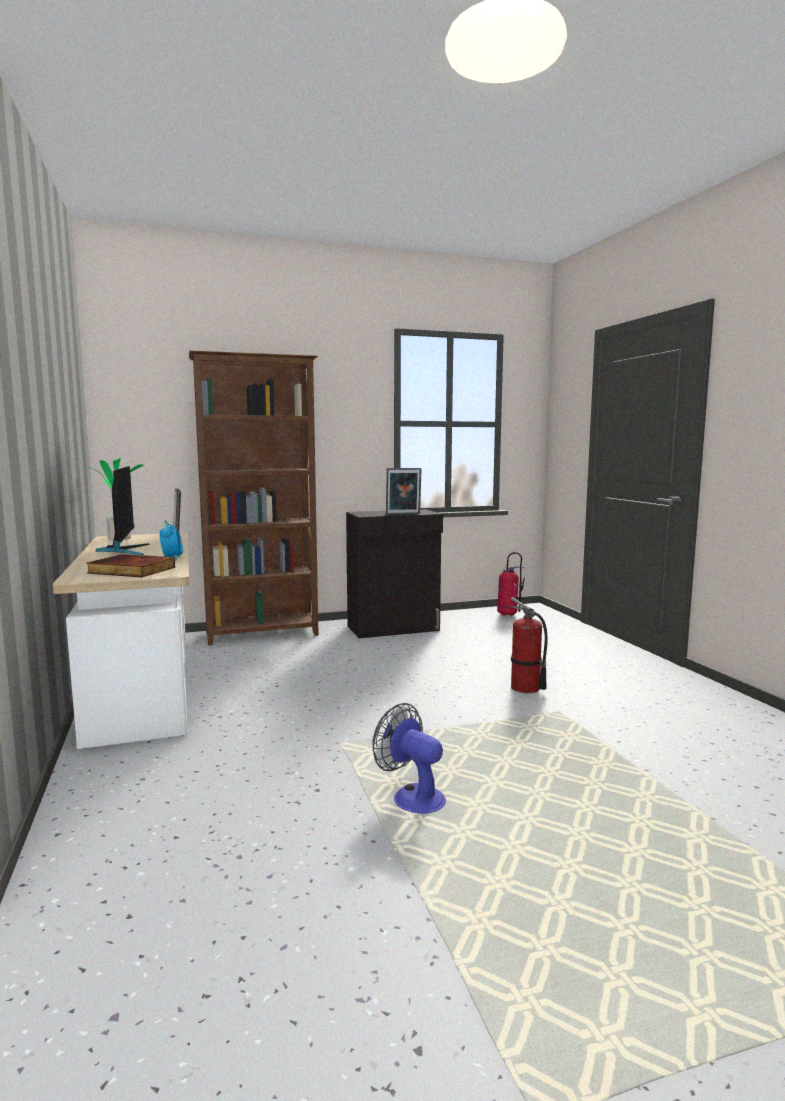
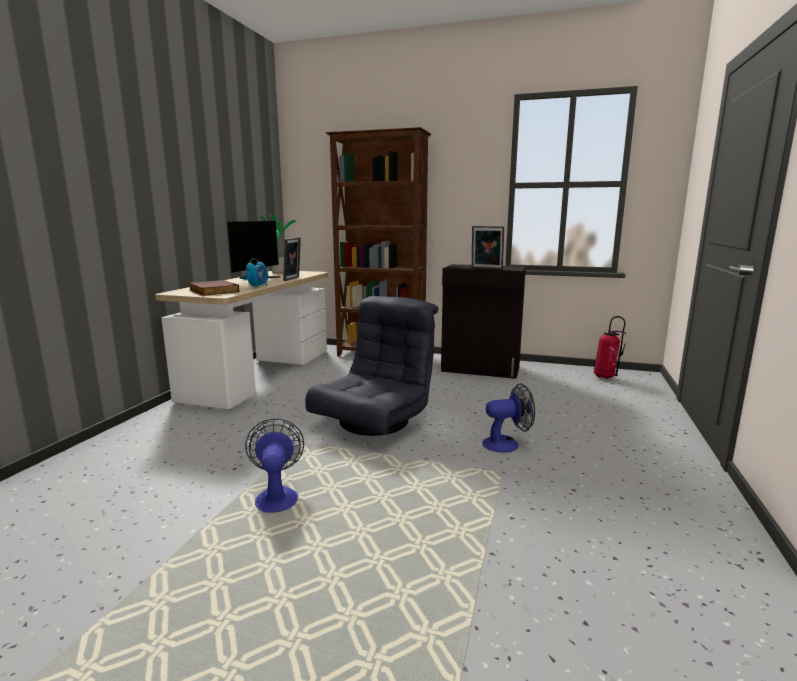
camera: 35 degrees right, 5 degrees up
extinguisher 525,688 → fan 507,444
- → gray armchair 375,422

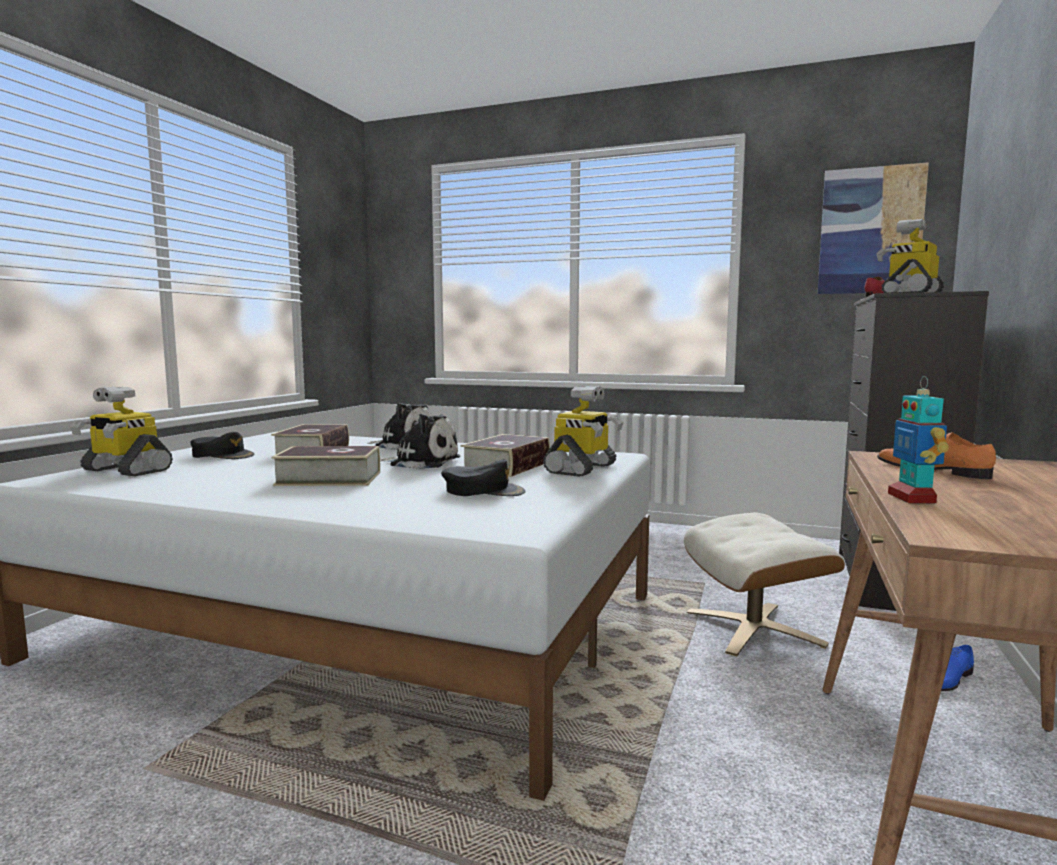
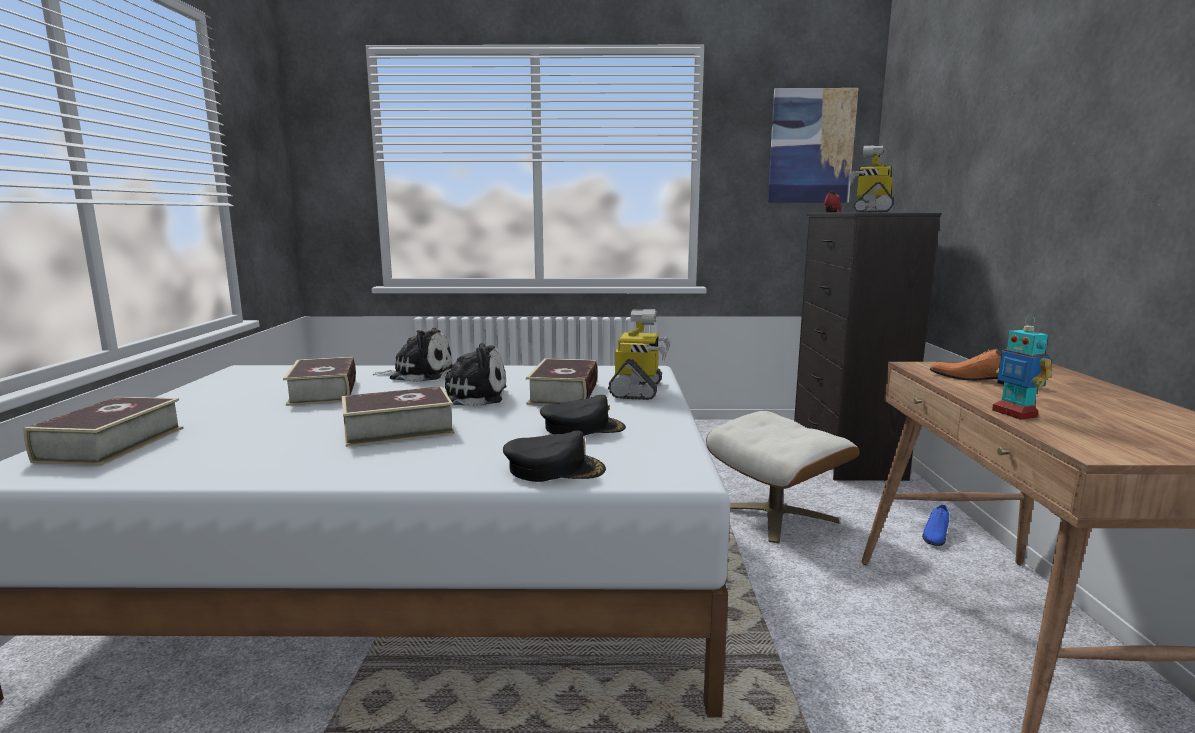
camera: 20 degrees left, 5 degrees up
model robot 125,470 → bound book 111,444
black-coloured cap 223,455 → black-coloured cap 554,468, relocated

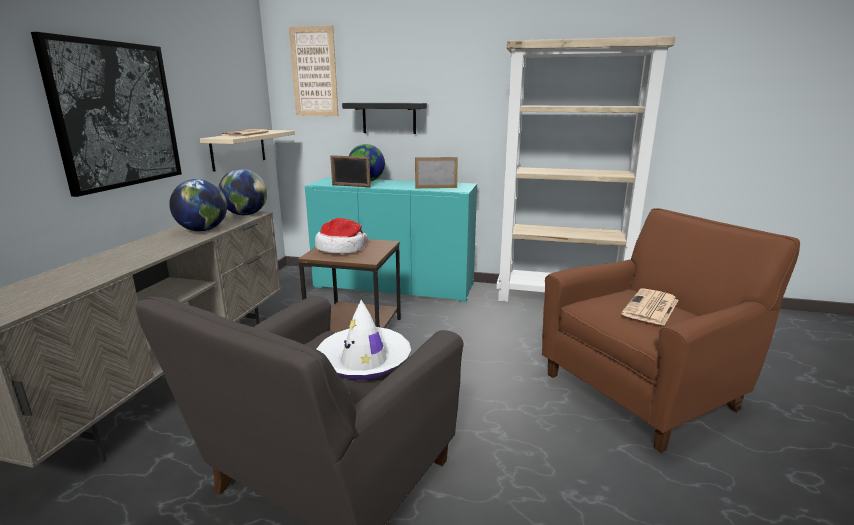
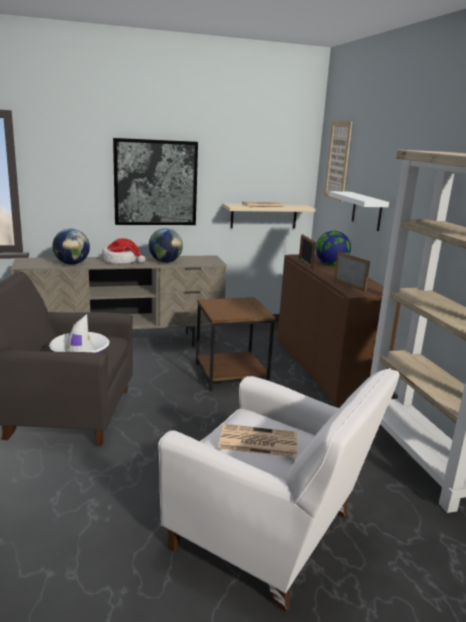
camera: 60 degrees right, 0 degrees up
globe 245,214 → globe 72,263, relocated
blue-green cupboard 394,286 → brown cupboard 324,368
hat 341,248 → hat 121,261, relocated
black-coloured shelf 389,118 → white shelf 367,211
brown armchair 644,388 → white armchair 272,534

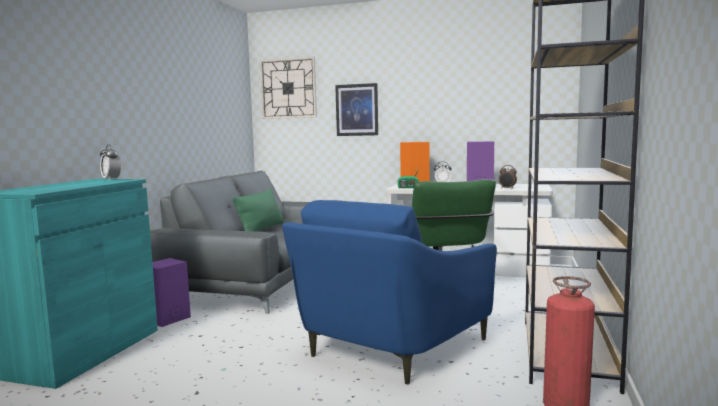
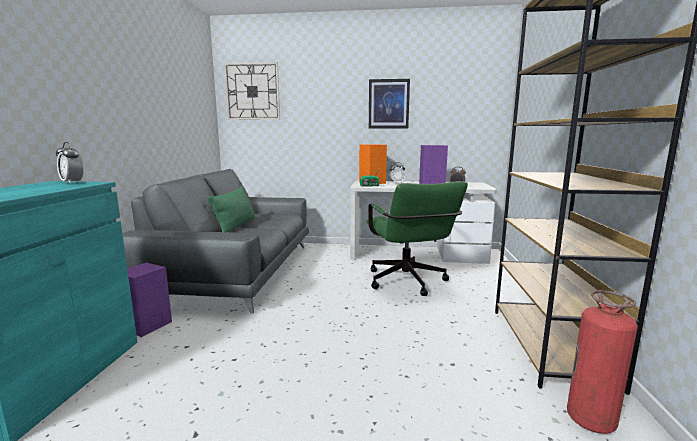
camera: 10 degrees left, 5 degrees up
bluish armchair 388,347 → -
wall art 357,110 → wall art 388,104, relocated

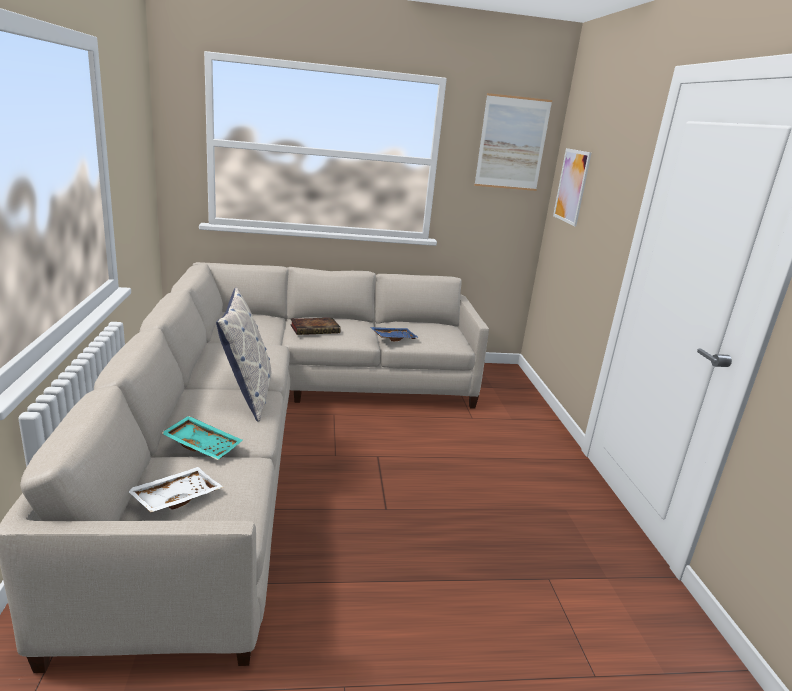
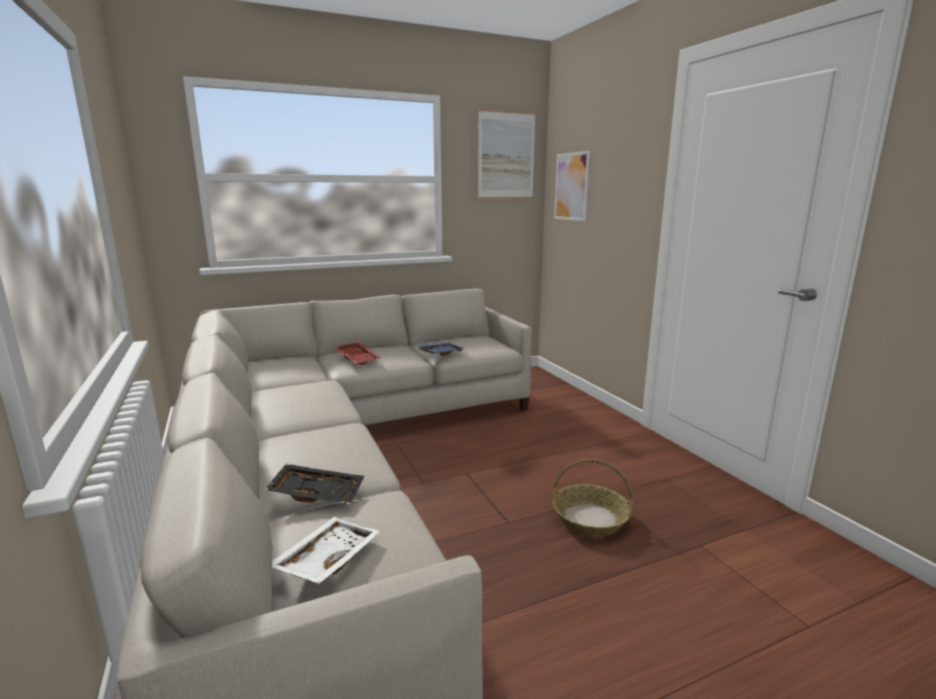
camera: 15 degrees left, 5 degrees down
blue-green tray 203,445 → black-coloured tray 318,493
pillow 247,396 → -
bound book 316,329 → red tray 358,359
- → household basket 591,518

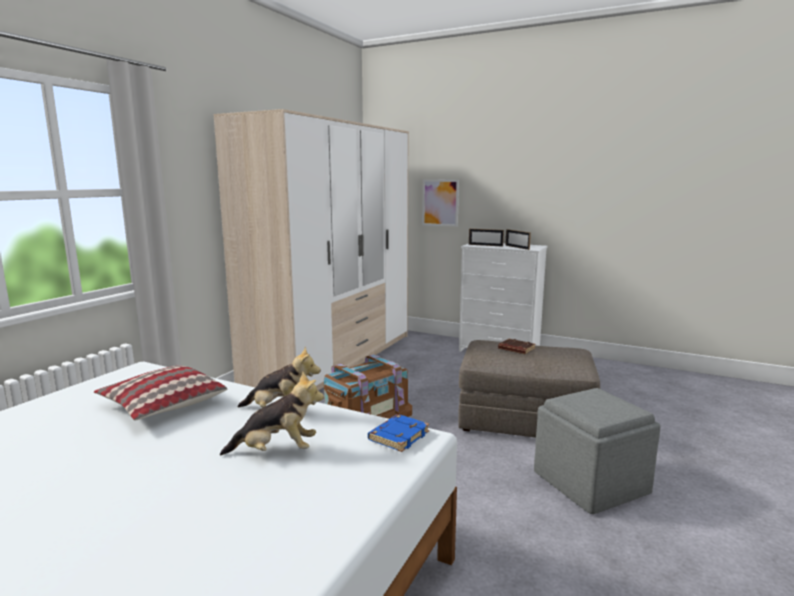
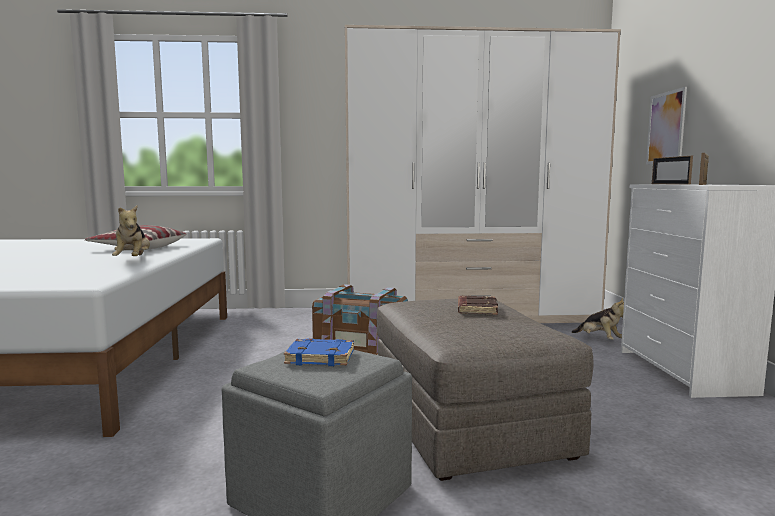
camera: 60 degrees right, 5 degrees down
cuddly toy 276,451 → cuddly toy 599,340, relocated
bluish bound book 398,436 → bluish bound book 321,357, relocated

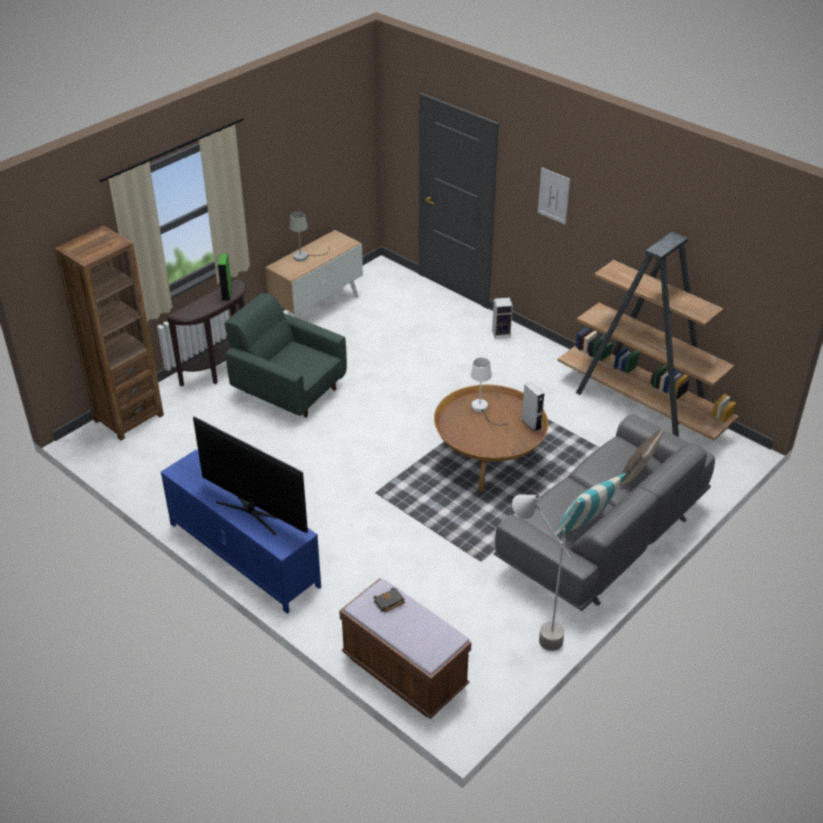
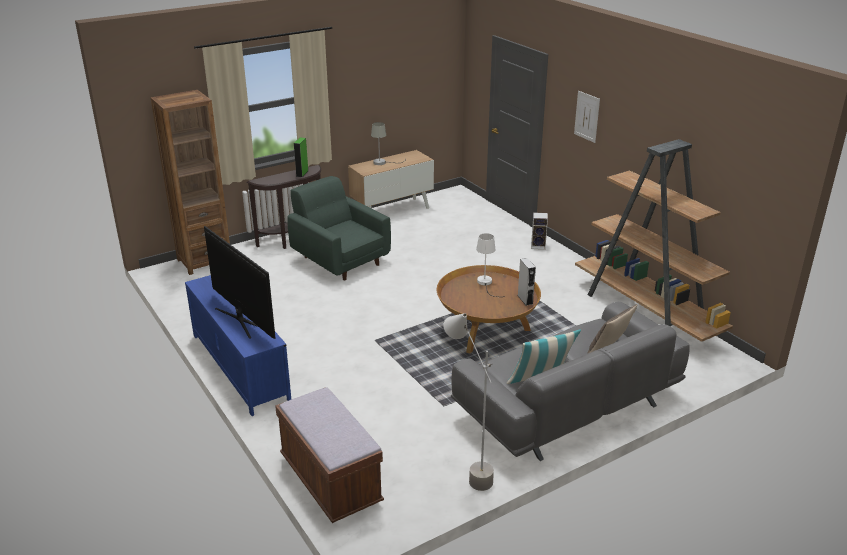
camera: 15 degrees right, 10 degrees down
black-coloured bound book 389,602 → -

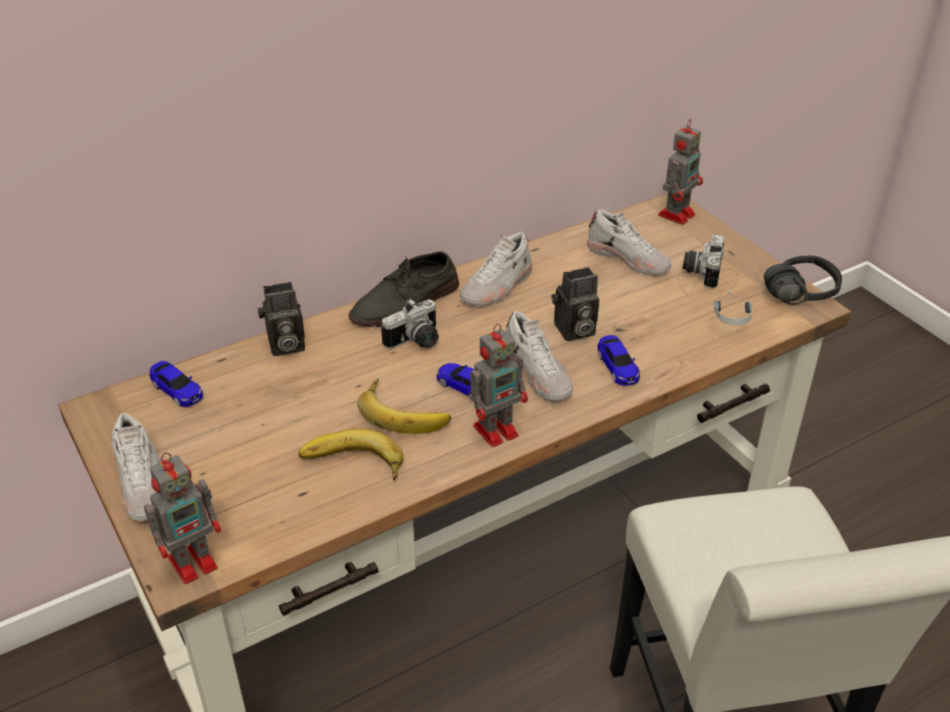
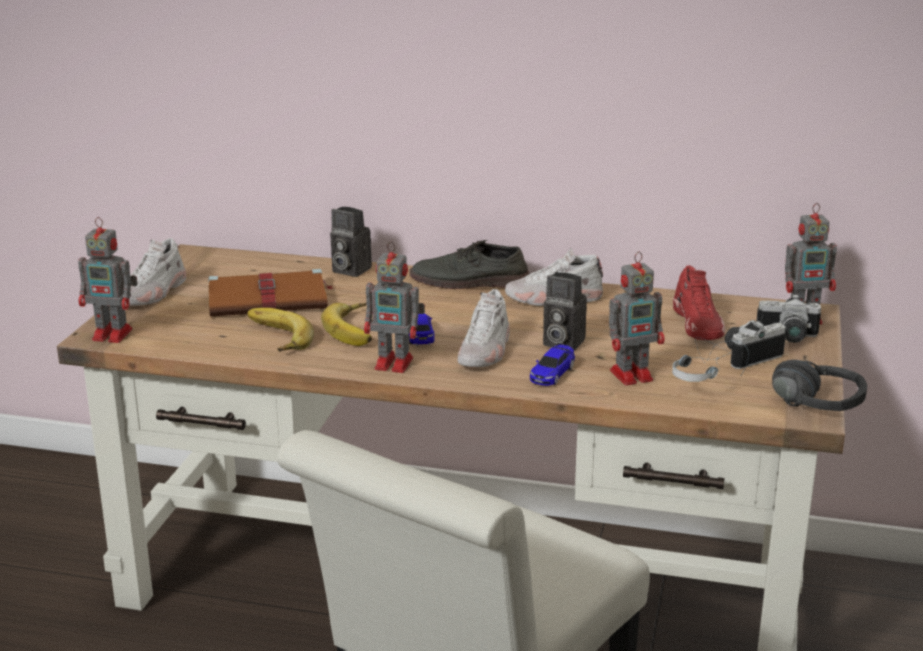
camera: 45 degrees right, 15 degrees down
toy car 177,390 → -
still camera 416,342 → still camera 787,337, relocated
white shoe 628,258 → red shoe 698,324
- → brown bound book 270,299
- → model robot 633,375

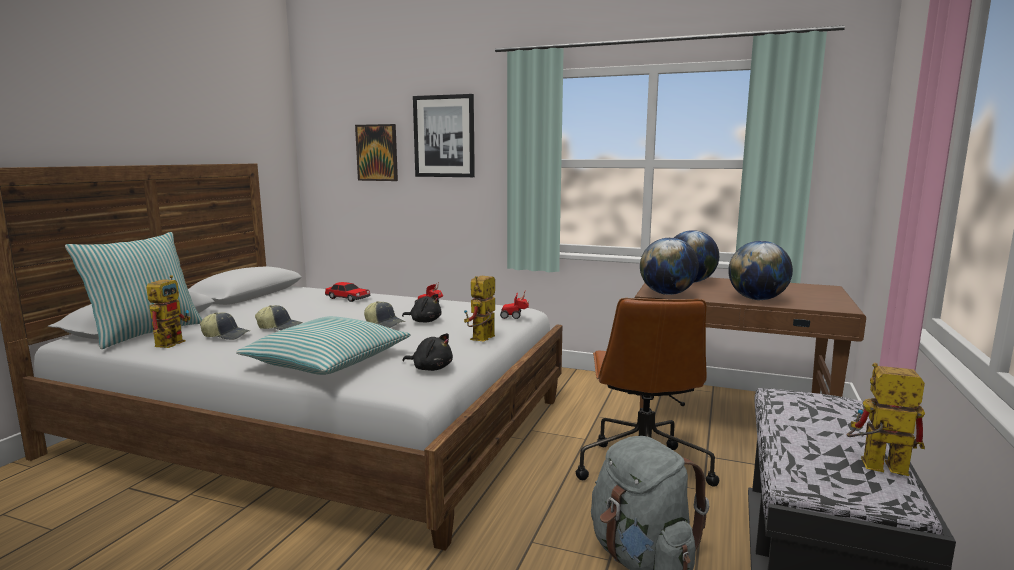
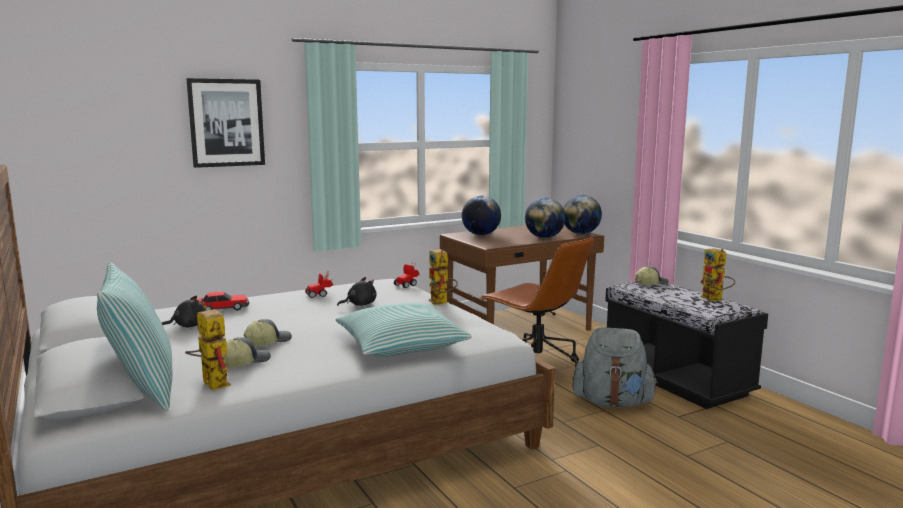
camera: 50 degrees left, 0 degrees up
wall art 377,152 → -
cap 385,323 → cap 650,283, relocated
black-coloured cuddly toy 430,368 → black-coloured cuddly toy 188,326, relocated
globe 667,294 → globe 580,233, relocated
model robot 874,467 → model robot 715,299, 75 degrees counterclockwise

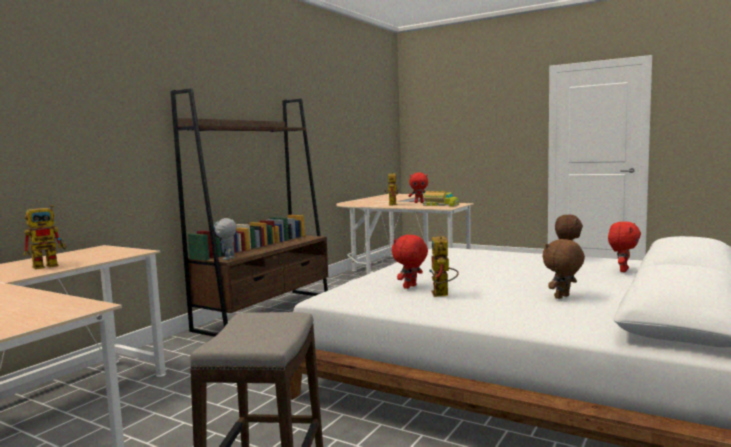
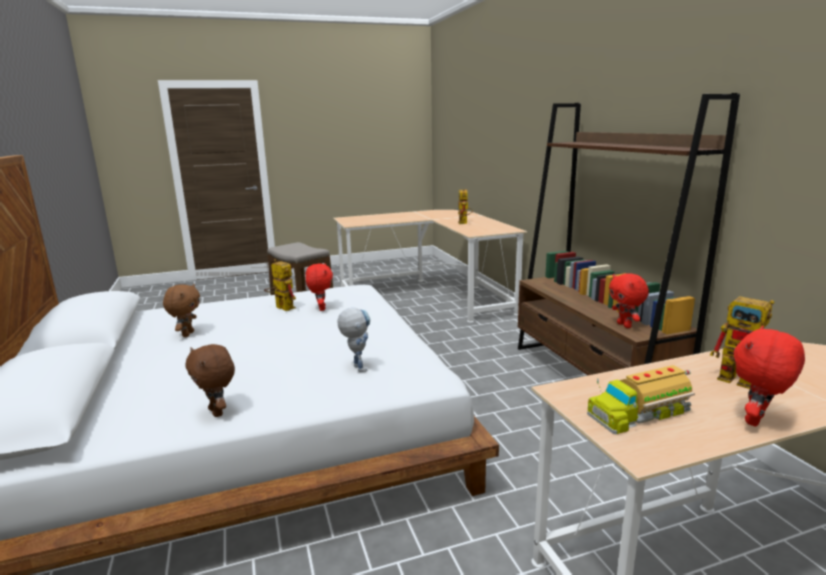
camera: 130 degrees right, 10 degrees up
model robot 227,259 → model robot 356,366, relocated
red cuddly toy 622,270 → red cuddly toy 625,325, relocated

